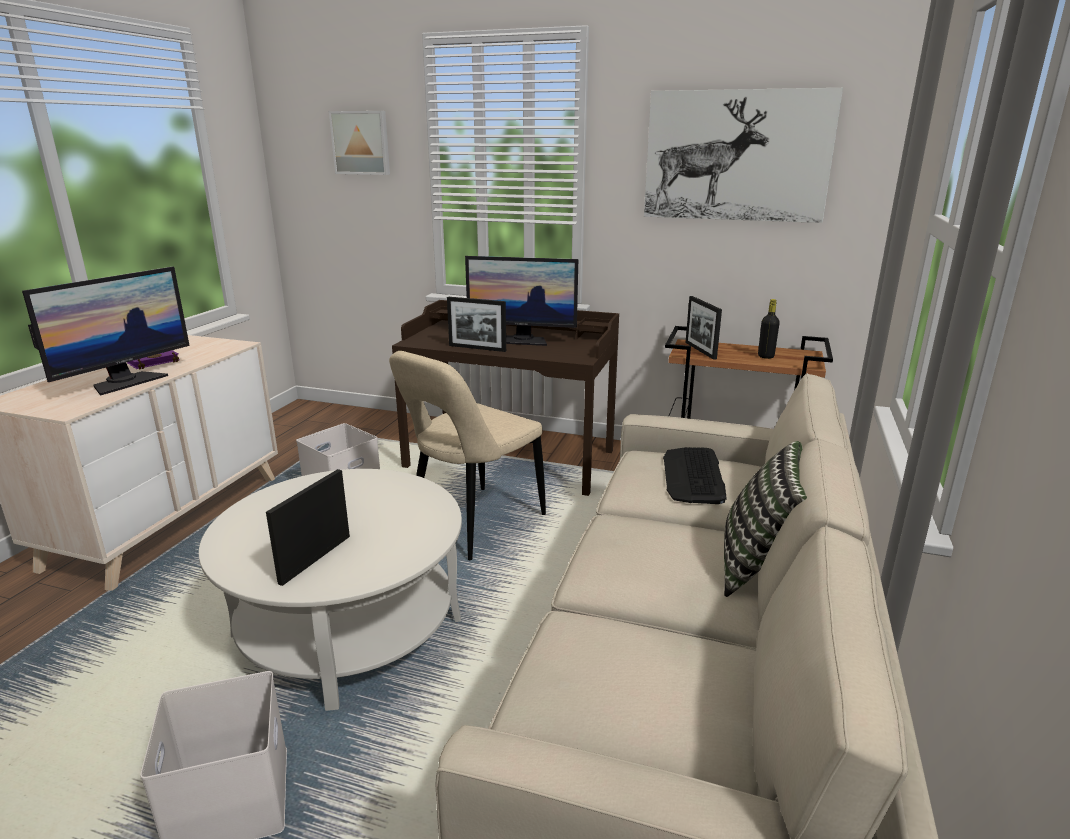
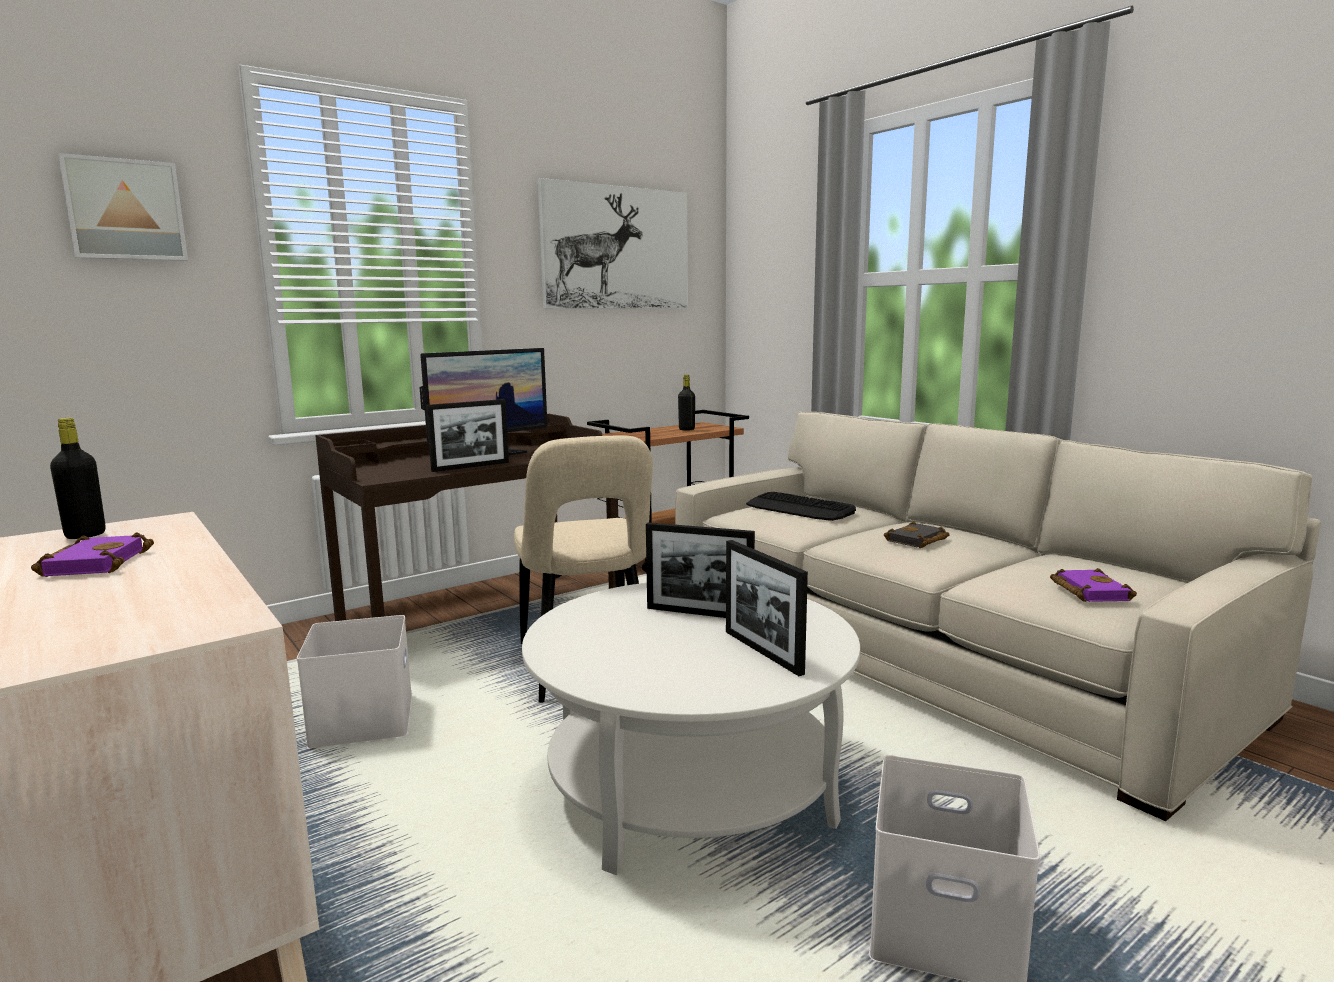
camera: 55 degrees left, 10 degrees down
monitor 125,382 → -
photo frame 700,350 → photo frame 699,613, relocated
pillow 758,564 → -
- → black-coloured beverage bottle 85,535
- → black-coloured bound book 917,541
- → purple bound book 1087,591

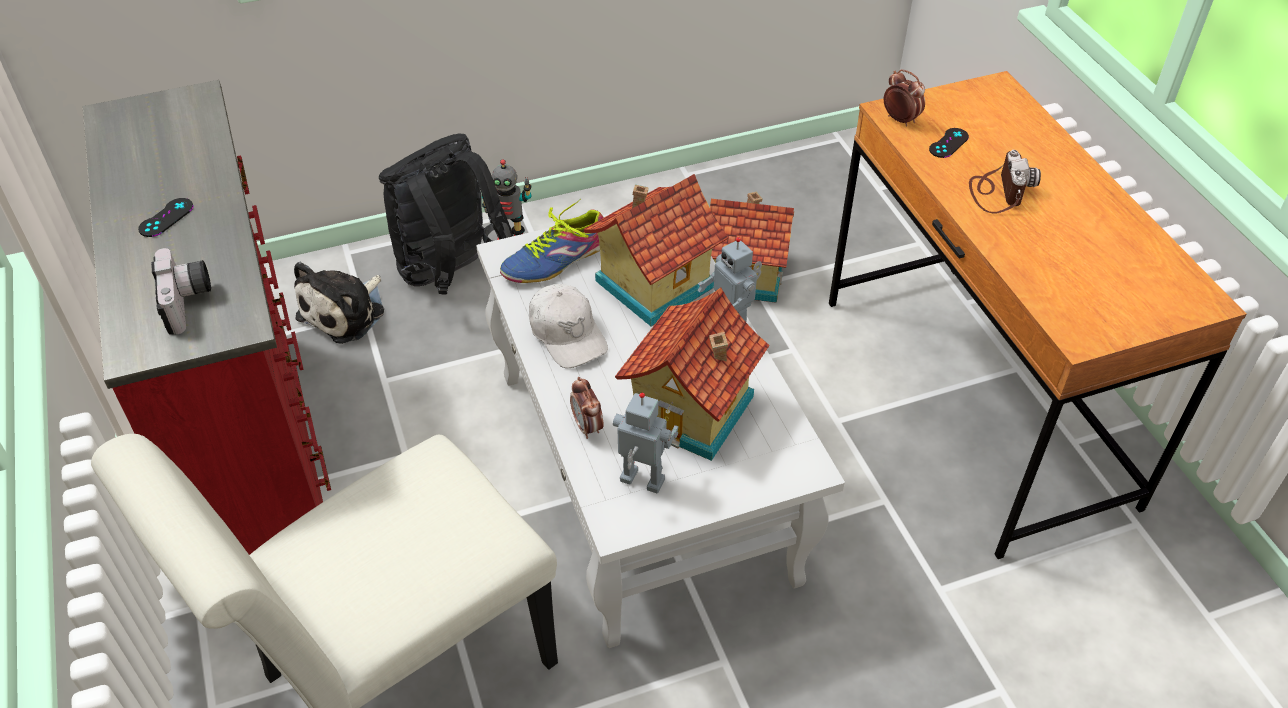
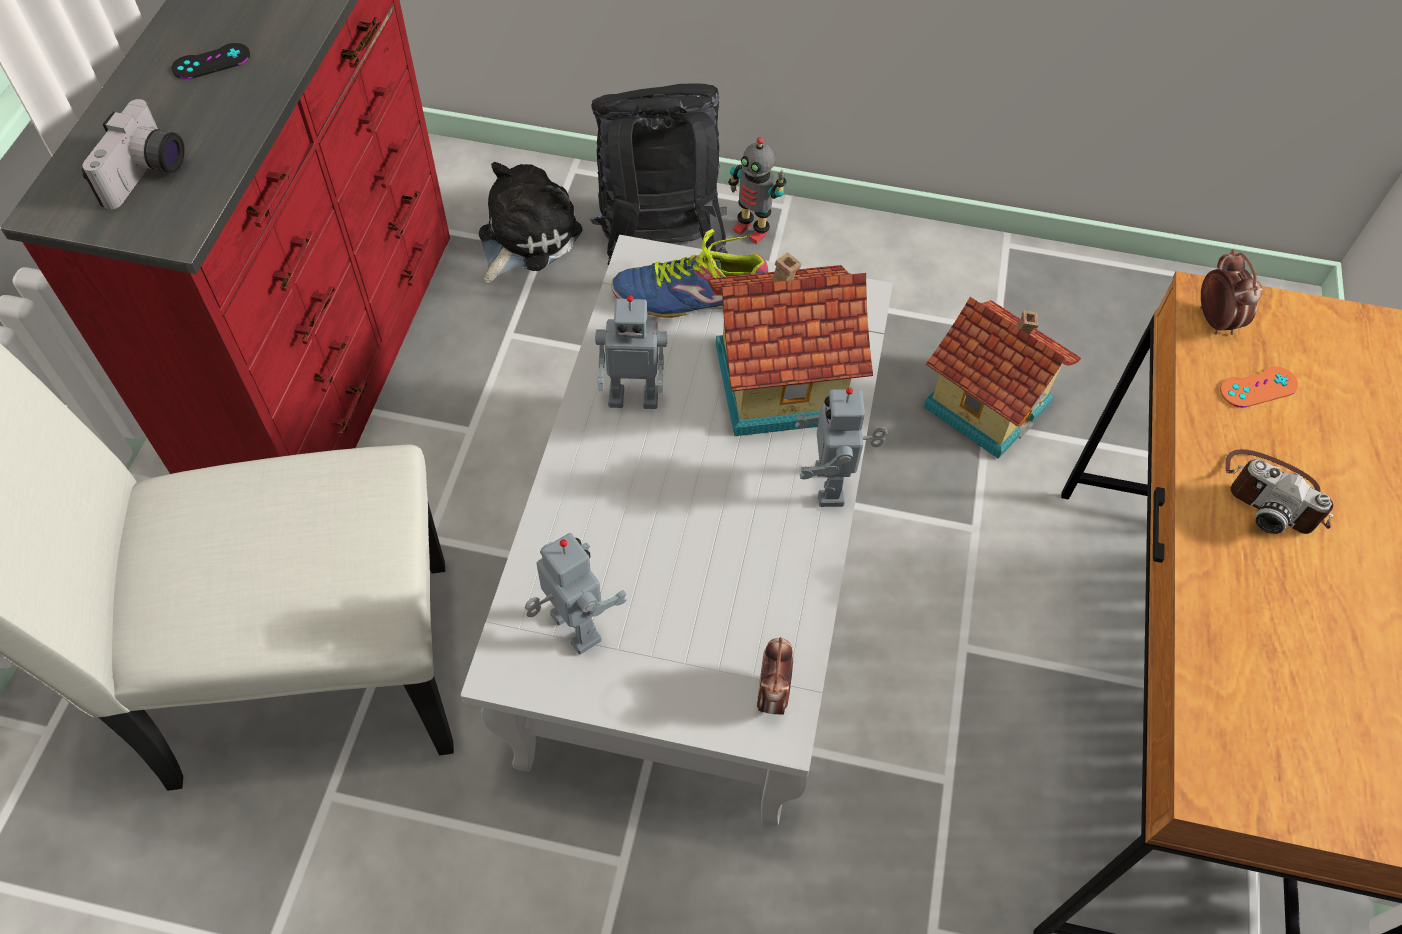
camera: 30 degrees right, 10 degrees up
cuddly toy 345,312 → cuddly toy 524,237, 150 degrees clockwise
white cap 567,334 → model robot 634,396
alarm clock 587,427 → alarm clock 772,695, relocated
miniature house 694,411 → -
black-coloured gamepad 948,143 → orange-coloured gamepad 1258,387
still camera 998,191 → still camera 1273,495, 90 degrees clockwise

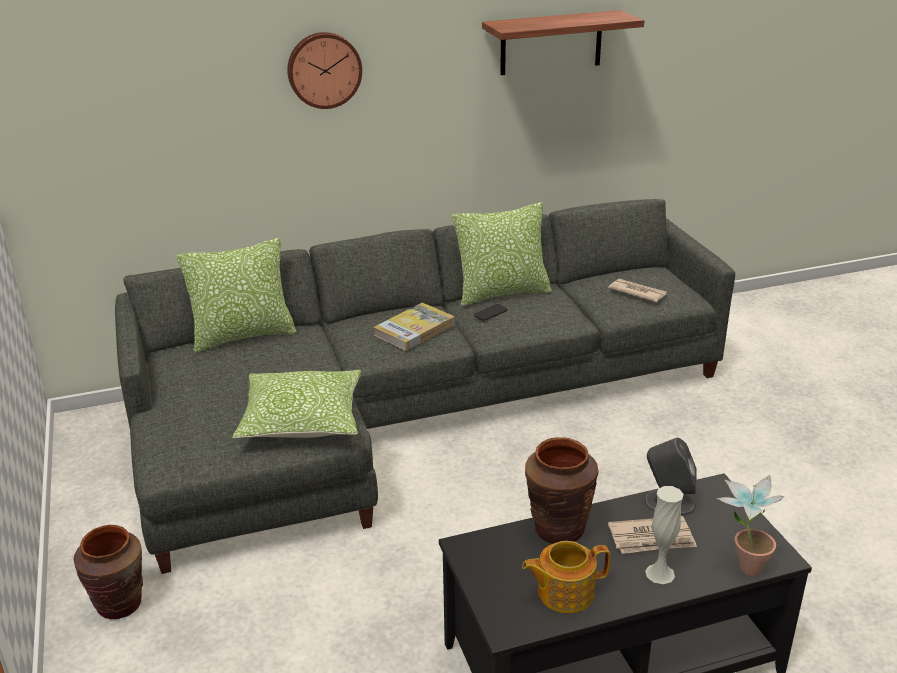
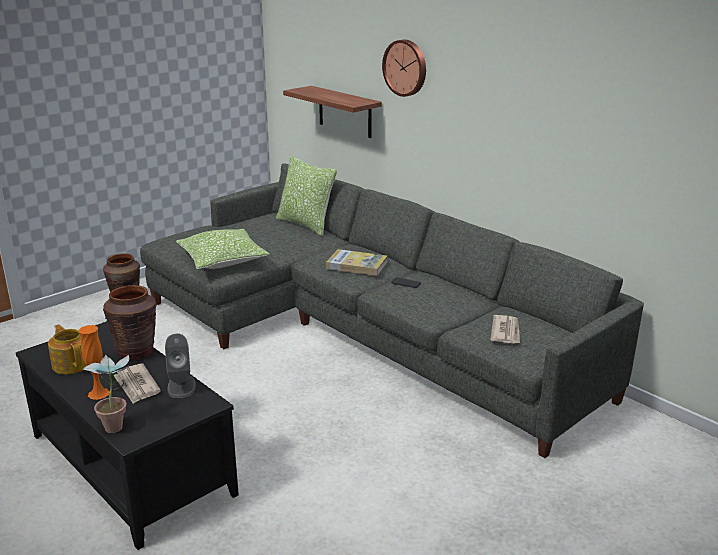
camera: 65 degrees right, 5 degrees down
pillow 502,293 → -
shelf 551,43 → shelf 345,112, relocated
white flower vase 660,573 → orange-coloured flower vase 98,393

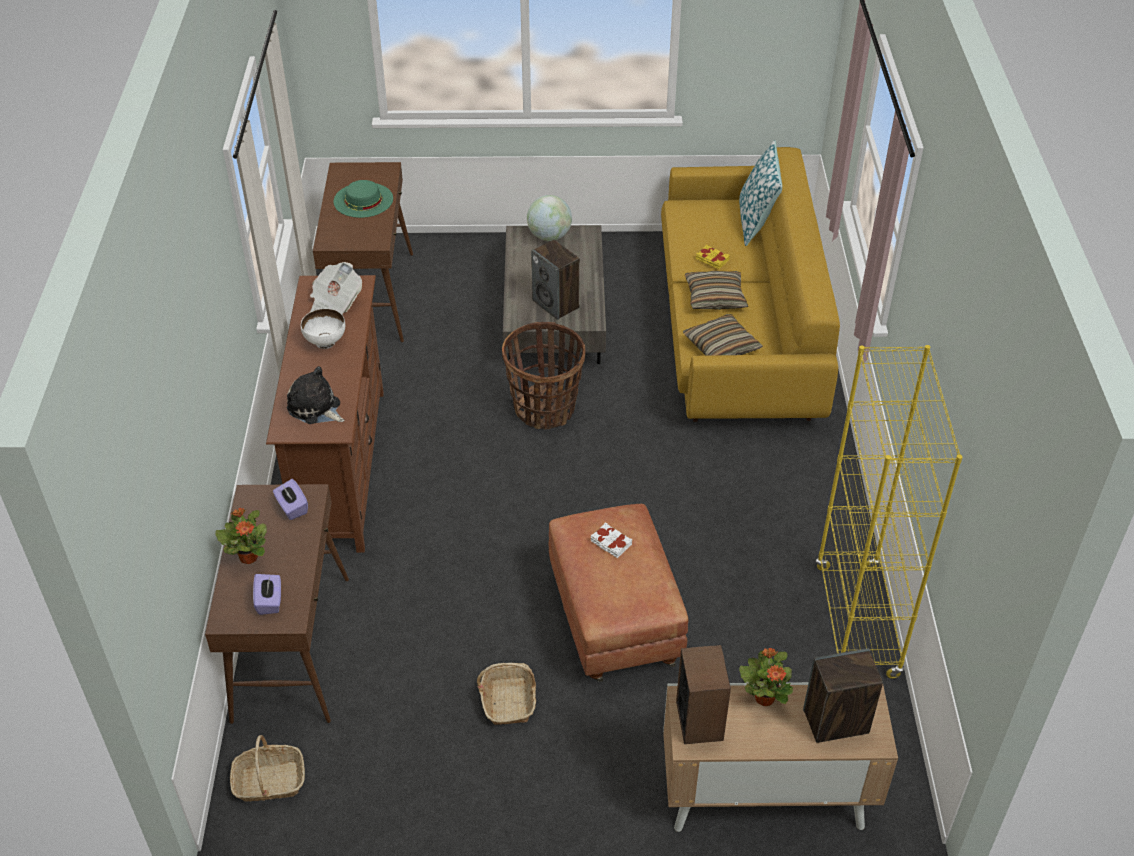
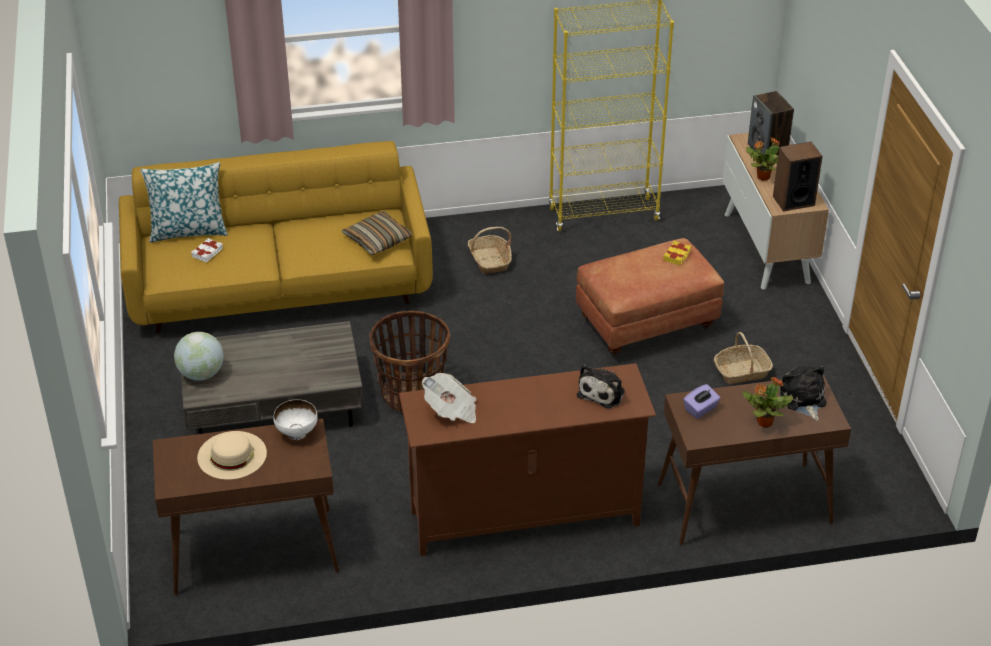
camera: 100 degrees left, 5 degrees down
household basket 269,782 → household basket 490,260, relocated
purple tissue box 269,601 → cuddly toy 803,400
white deep dish 325,343 → white deep dish 297,433, relocated
greenish hat 363,200 → beige hat 232,455
speaker 556,304 → -
white bound book 610,543 → white bound book 207,253, relocated
pillow 715,297 → -
yellow-coloured bound book 712,259 → yellow-coloured bound book 677,255, relocated

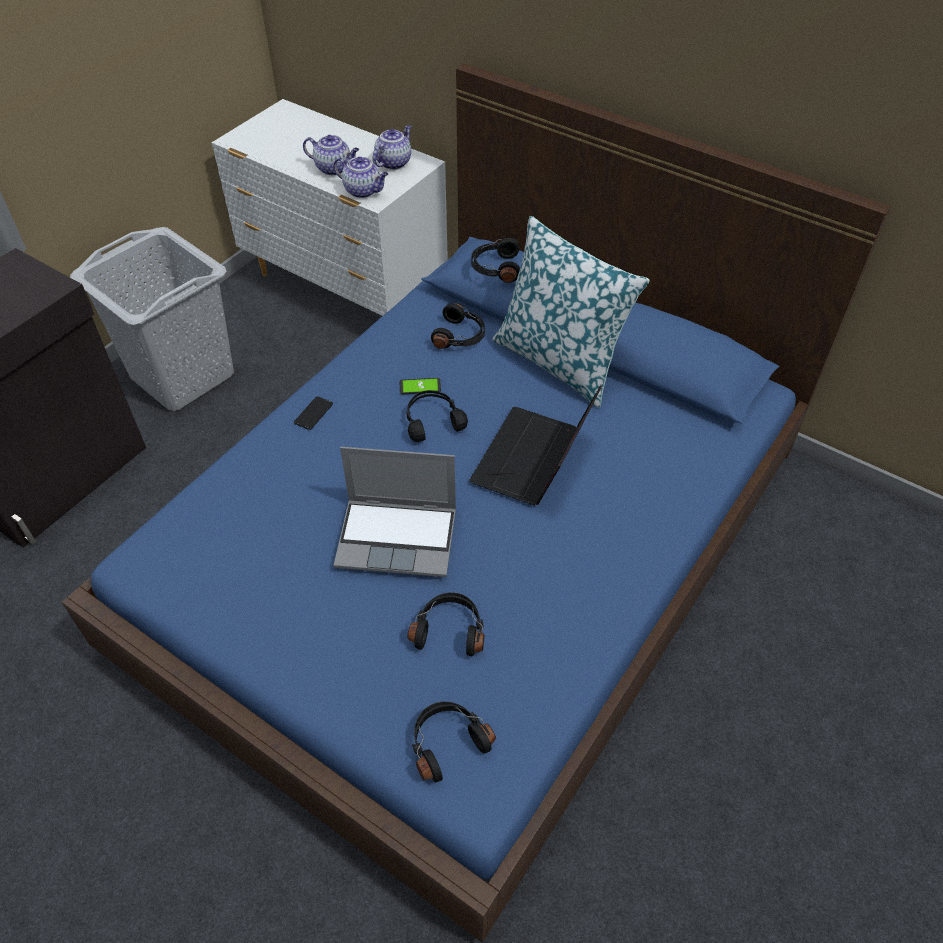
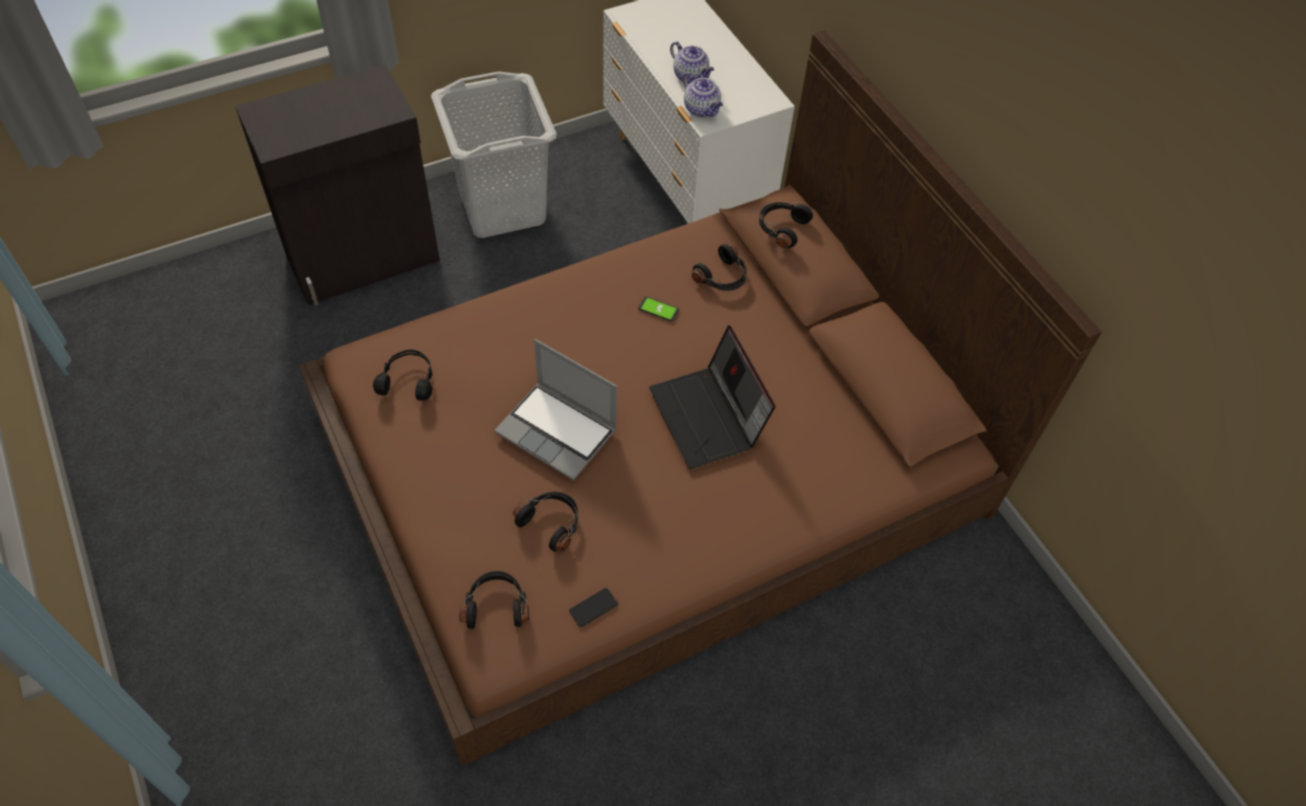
camera: 25 degrees right, 5 degrees up
bluish bedroom bed 473,543 → brown bedroom bed 651,464
phone 313,413 → phone 593,607, relocated
pot for tea 393,162 → -
black-coloured headphones 432,421 → black-coloured headphones 408,380, relocated
notebook computer 533,461 → notebook computer 709,418, 75 degrees counterclockwise
pillow 559,361 → -

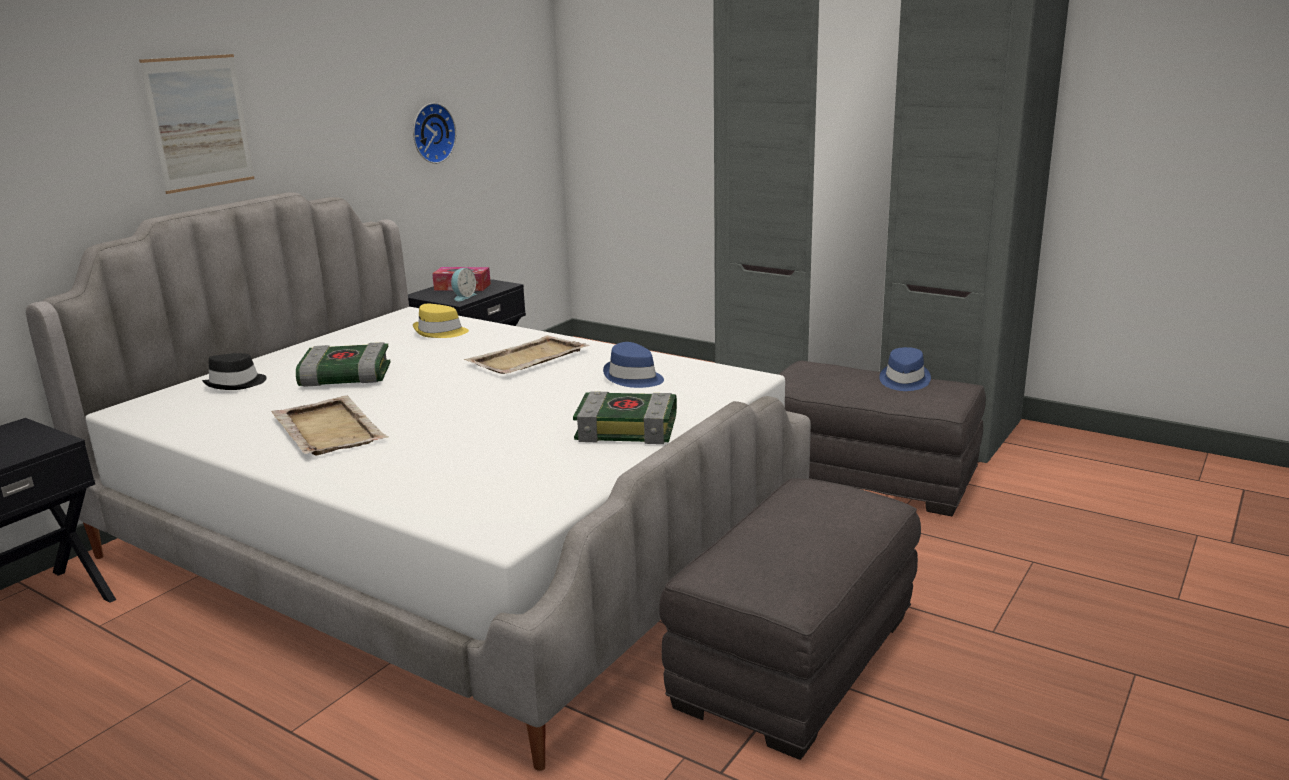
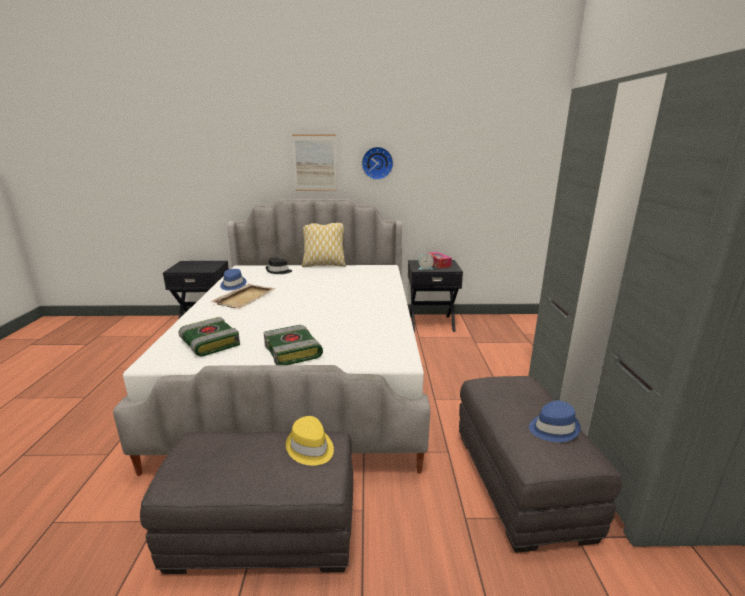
camera: 55 degrees right, 0 degrees up
bound book 344,377 → bound book 209,343, relocated
hanging clock 431,133 → hanging clock 377,163, relocated
yellow-coloured hat 440,332 → yellow-coloured hat 310,448, relocated
beige tray 527,359 → -
bluish hat 633,378 → bluish hat 232,285, relocated
- → pillow 324,265

